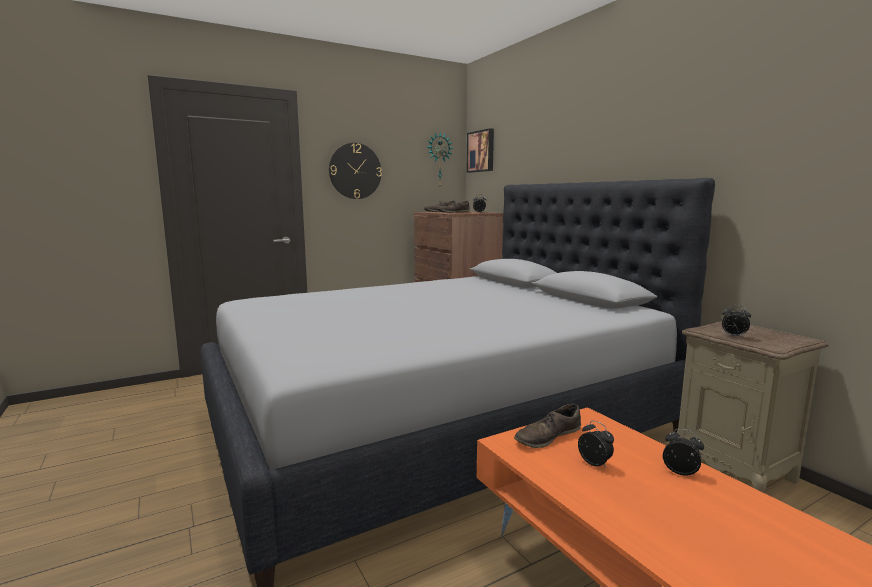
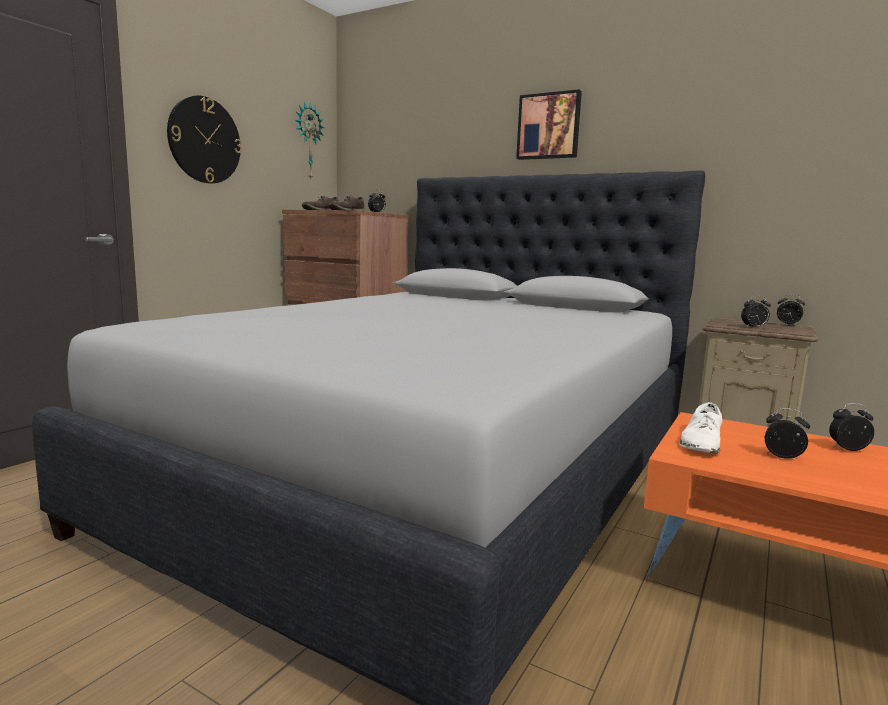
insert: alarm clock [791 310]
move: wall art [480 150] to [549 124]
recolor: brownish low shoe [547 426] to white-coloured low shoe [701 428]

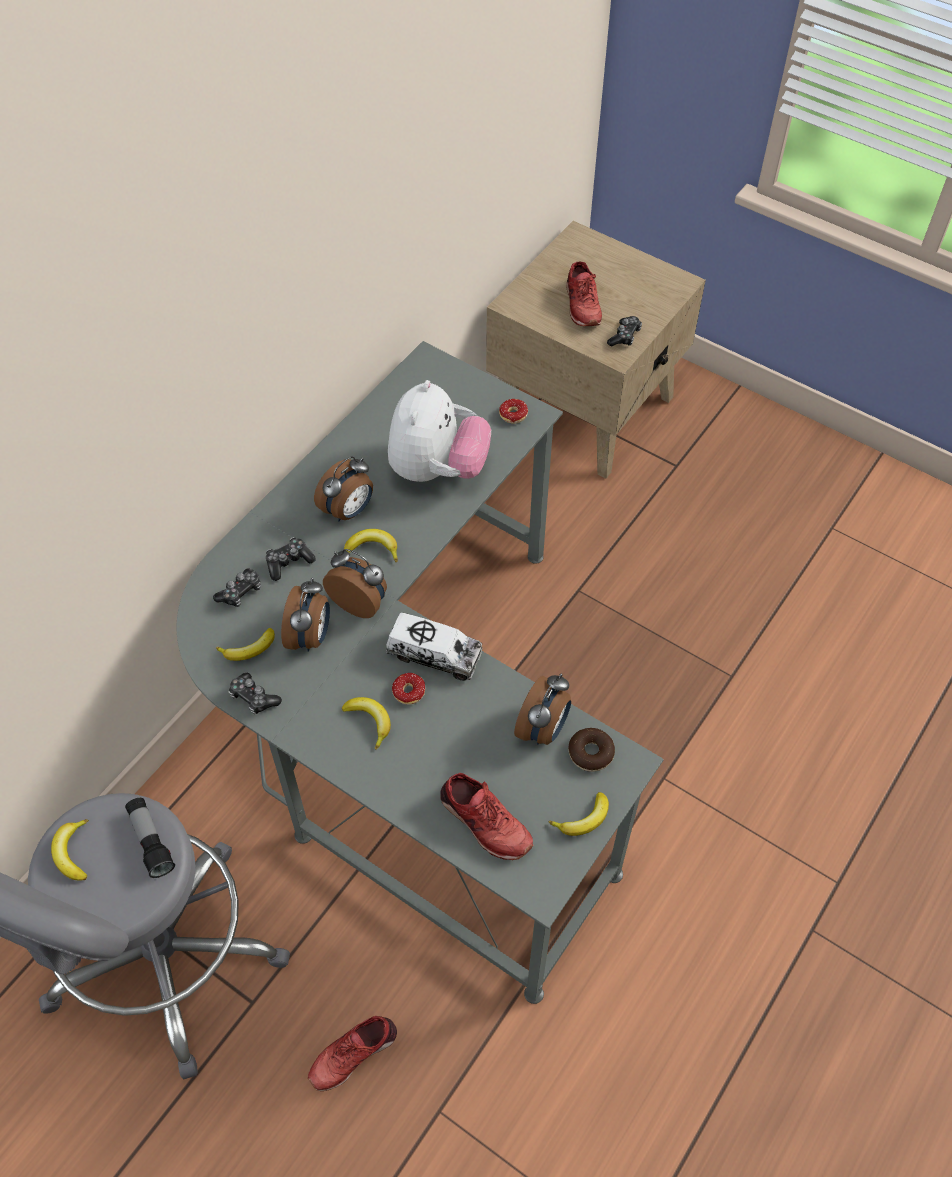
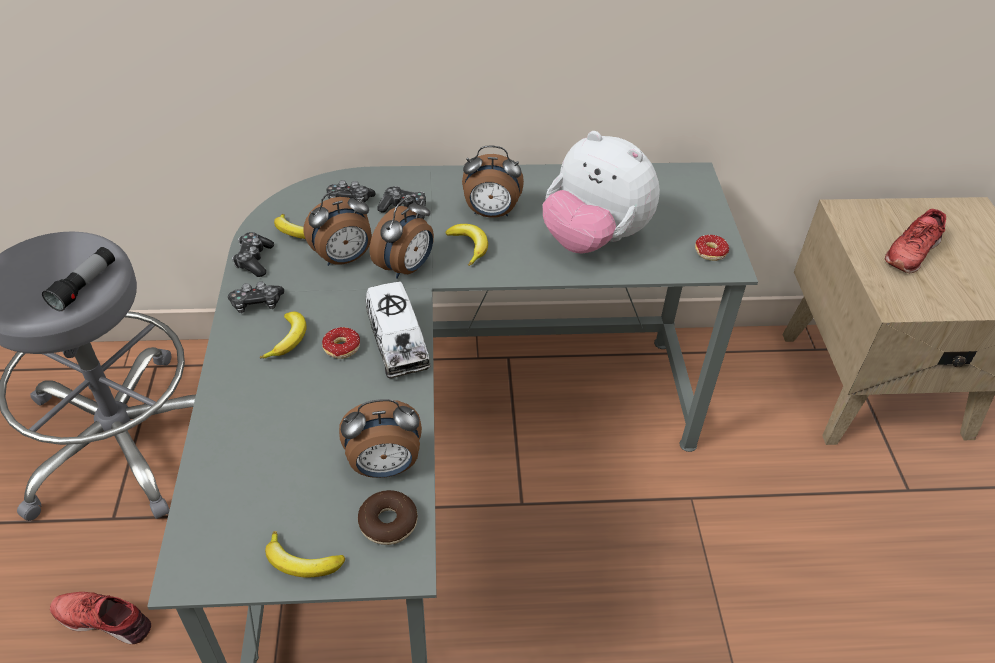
delete: banana [69 849]; red-coloured low shoe [486 816]
move: joypad [624 331] to [256 297]
rotate: alarm clock [355 583] = [402 237] 45 degrees clockwise; cuddly toy [439 431] = [601 192] 60 degrees clockwise

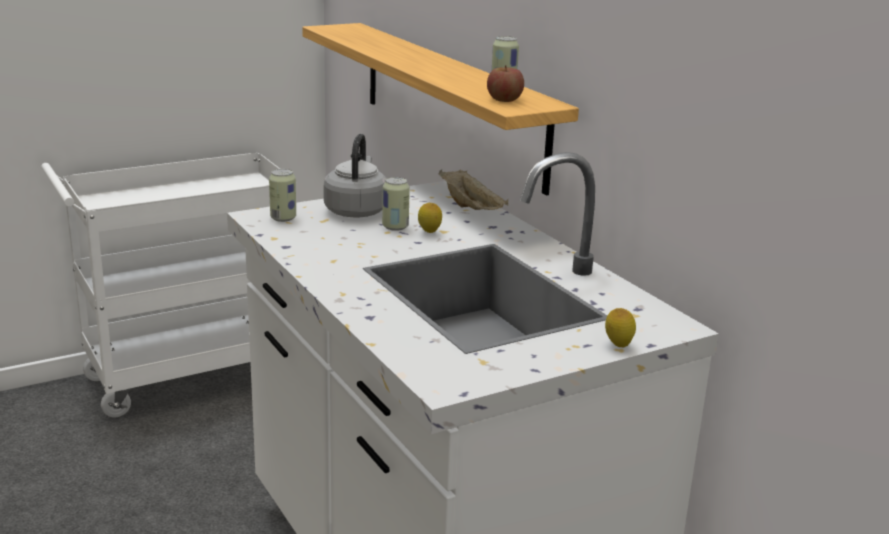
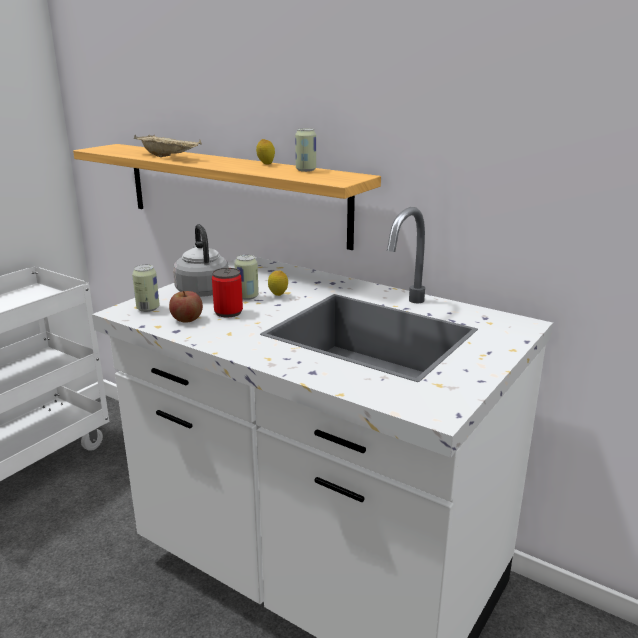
insert: sealed can [227 292]
move: beige-coloured carrying tray [474 189] to [168 146]; whole apple [505 83] to [186 306]; lemon [620 327] to [265 152]

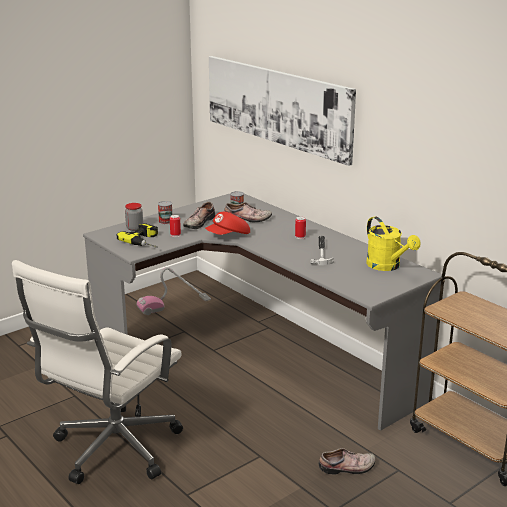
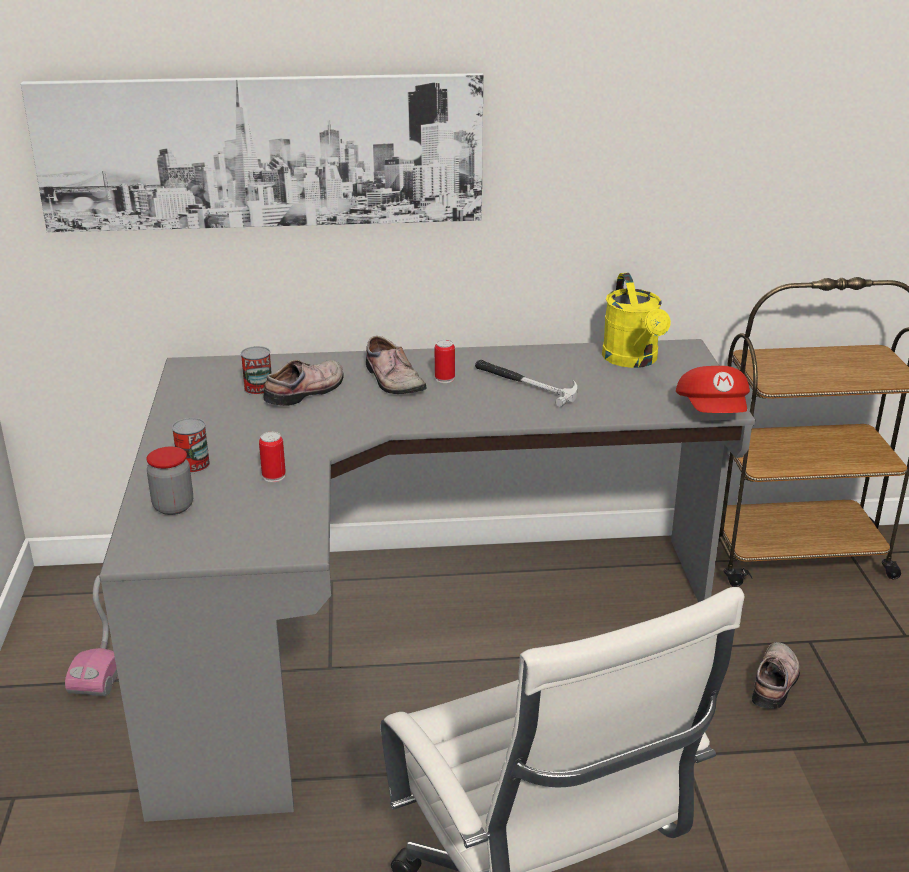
delete: power drill [137 235]
move: low shoe [199 215] to [396 365]; red-coloured peaked cap [227 223] to [713 389]
rotate: yellowish sprinkling can [393 243] = [636 320] 75 degrees clockwise

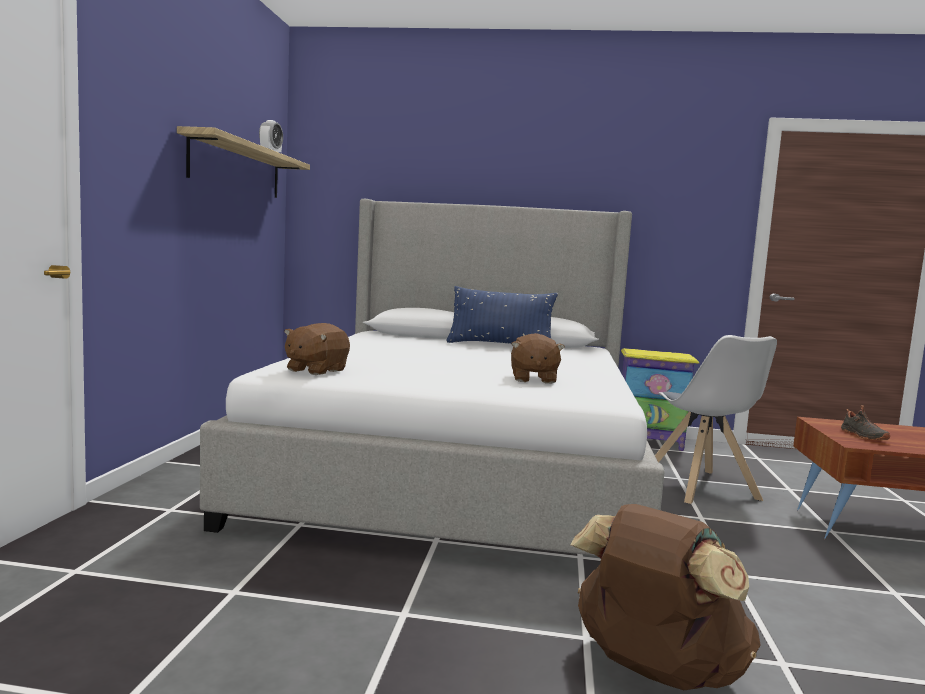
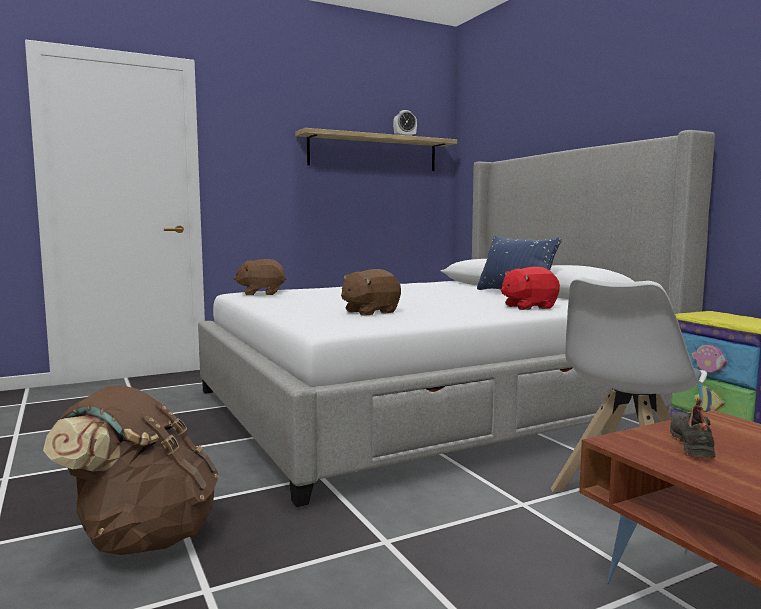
insert: red-coloured cuddly toy [530 288]
rotate: black low shoe [865 422] = [693 428] 150 degrees clockwise

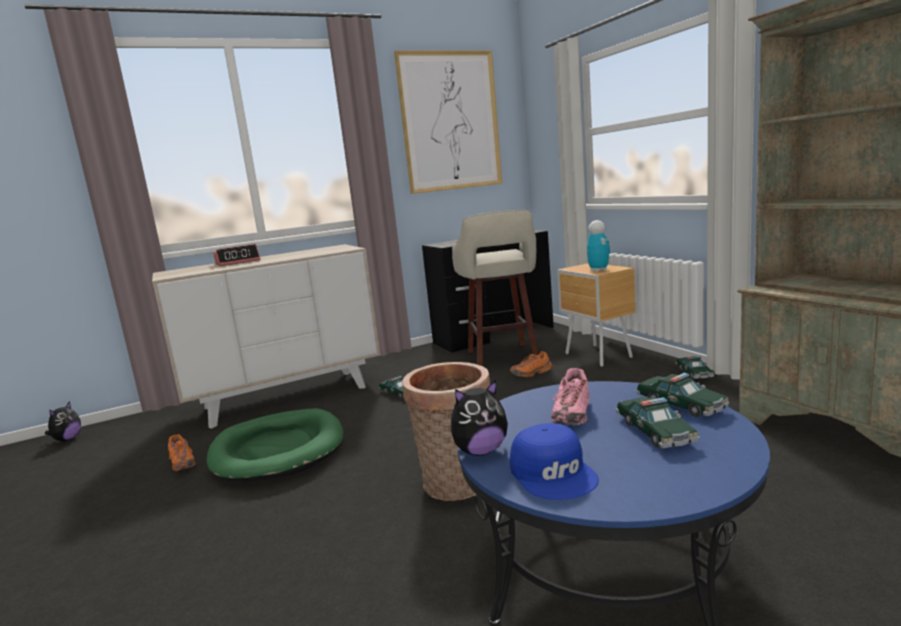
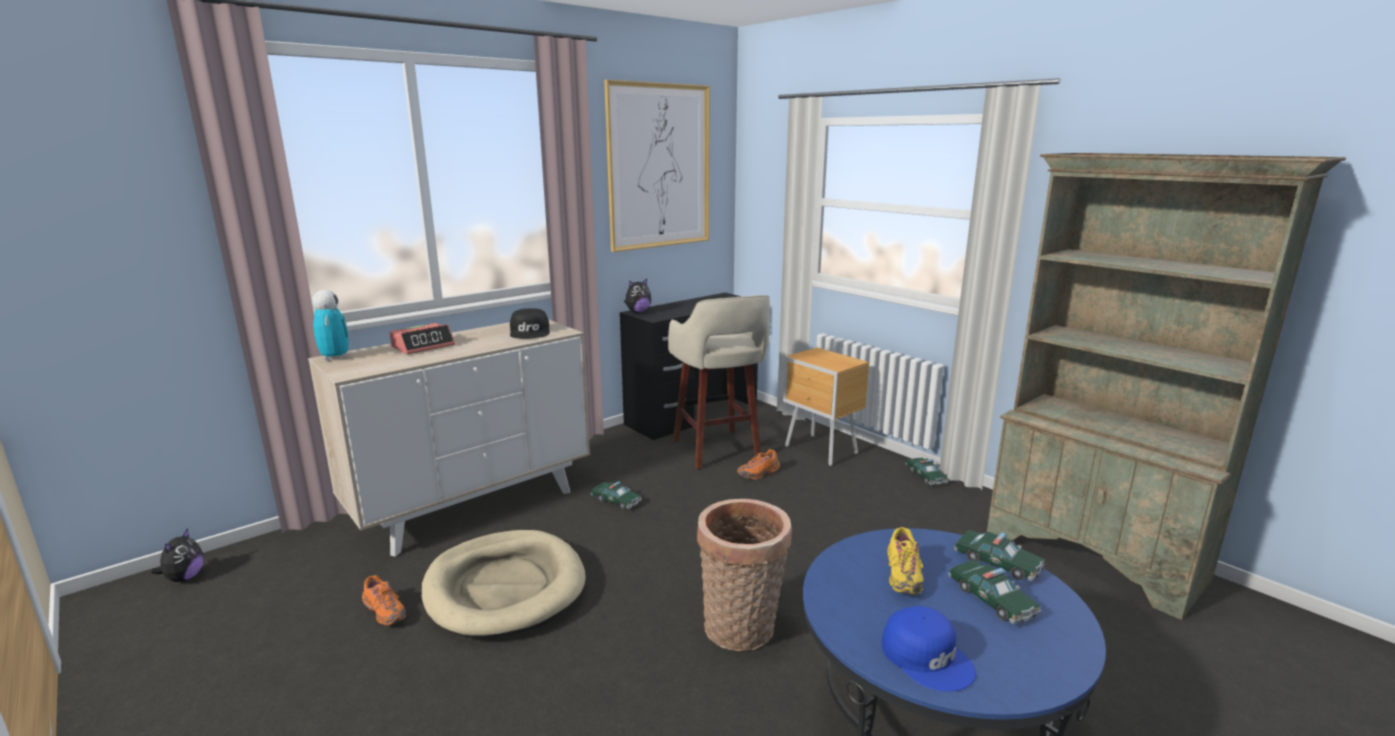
insert: black peaked cap [530 323]
move: cuddly toy [479 418] to [637 296]; model robot [598 246] to [330 325]
recolor: green dog bed [275 445] to beige-coloured dog bed [503 584]; pink low shoe [570 396] to yellowish low shoe [905 561]

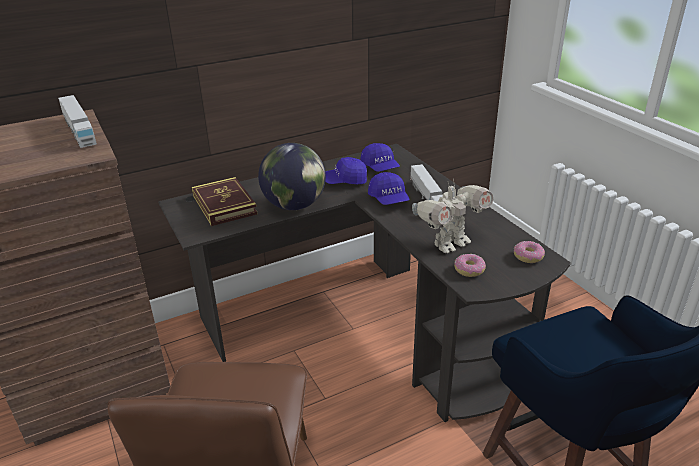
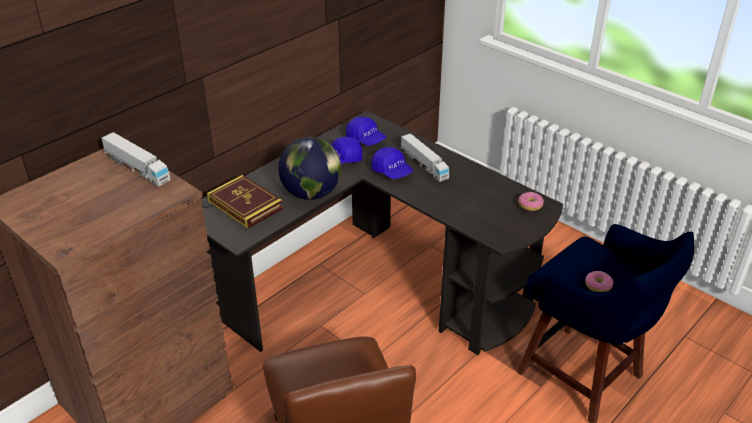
delete: model robot [452 216]
move: ring doughnut [470 265] to [599 281]

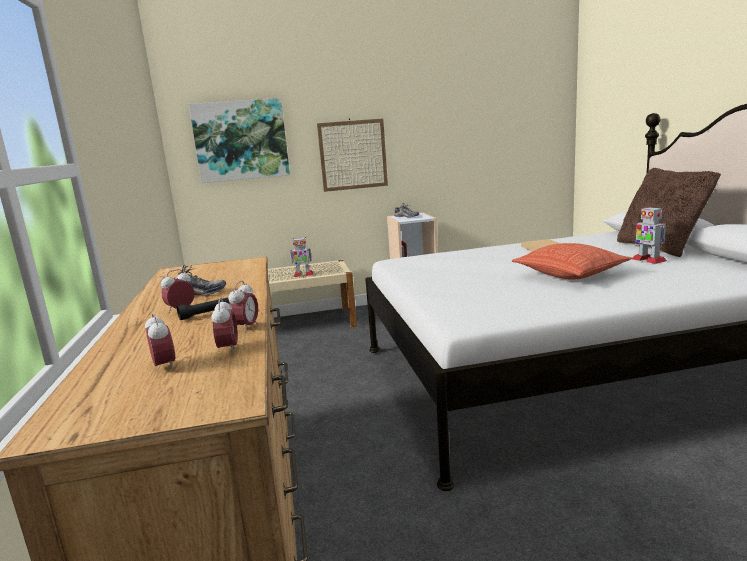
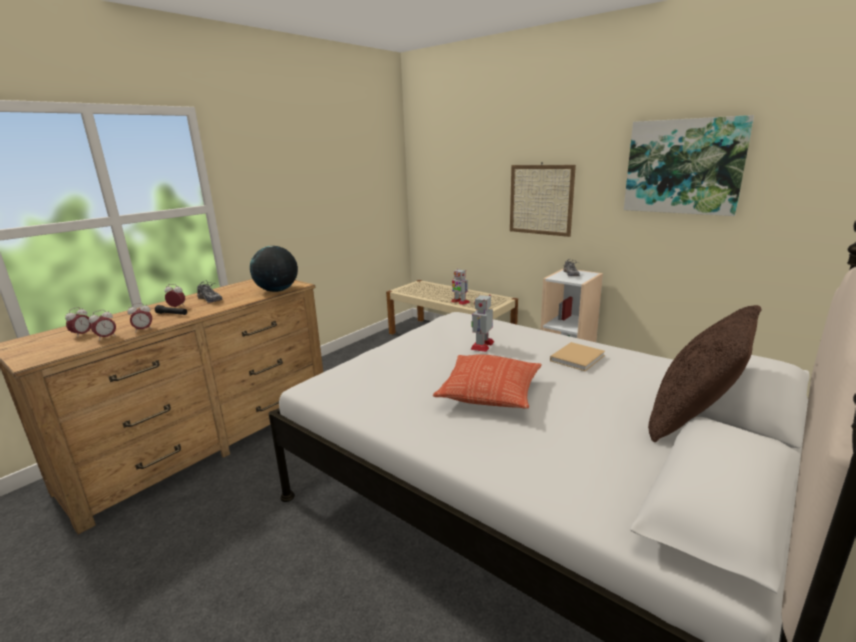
insert: world globe [274 269]
move: wall art [239 140] to [689 165]; model robot [649 235] to [482 323]

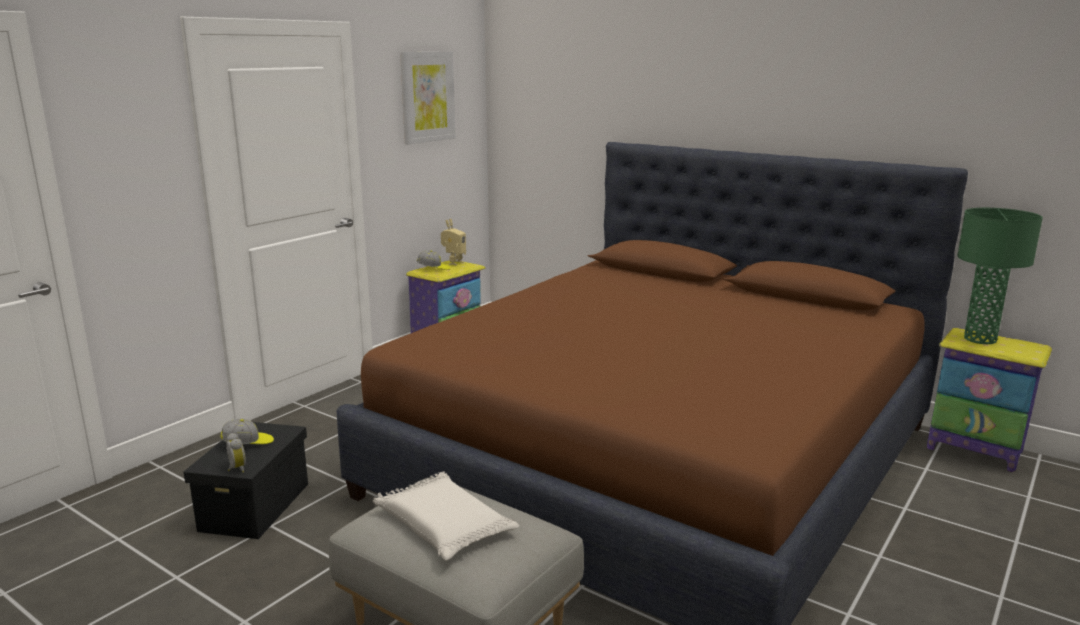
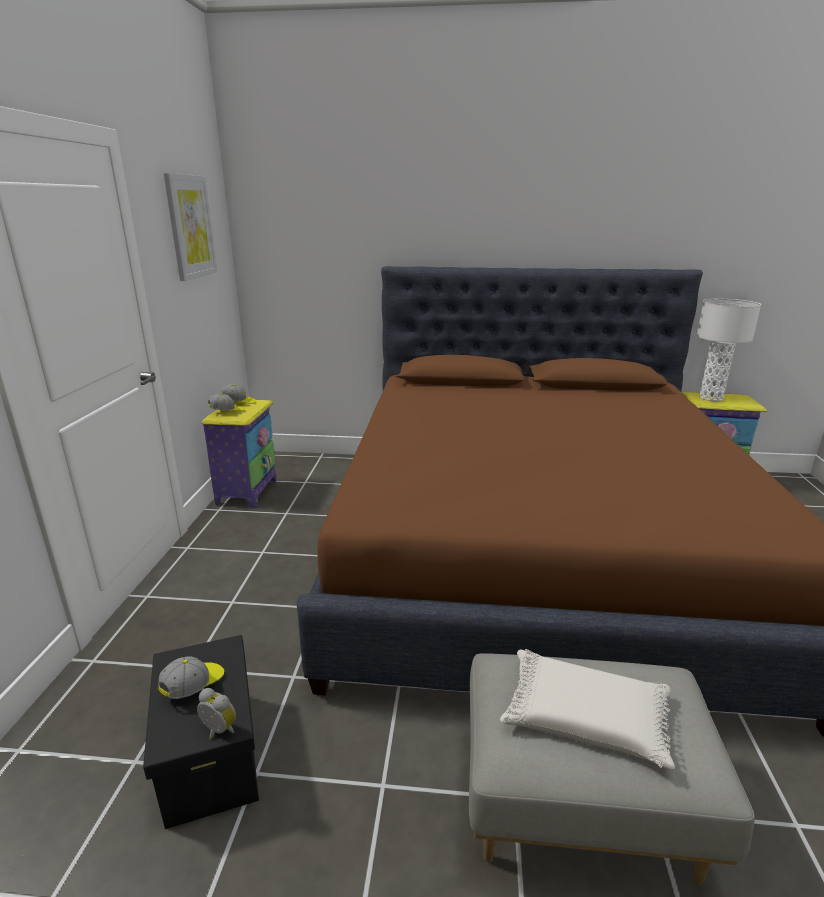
replace: model robot [453 242] to peaked cap [238 394]
recolor: green tabletop lamp [1000 276] to white-coloured tabletop lamp [729 349]

